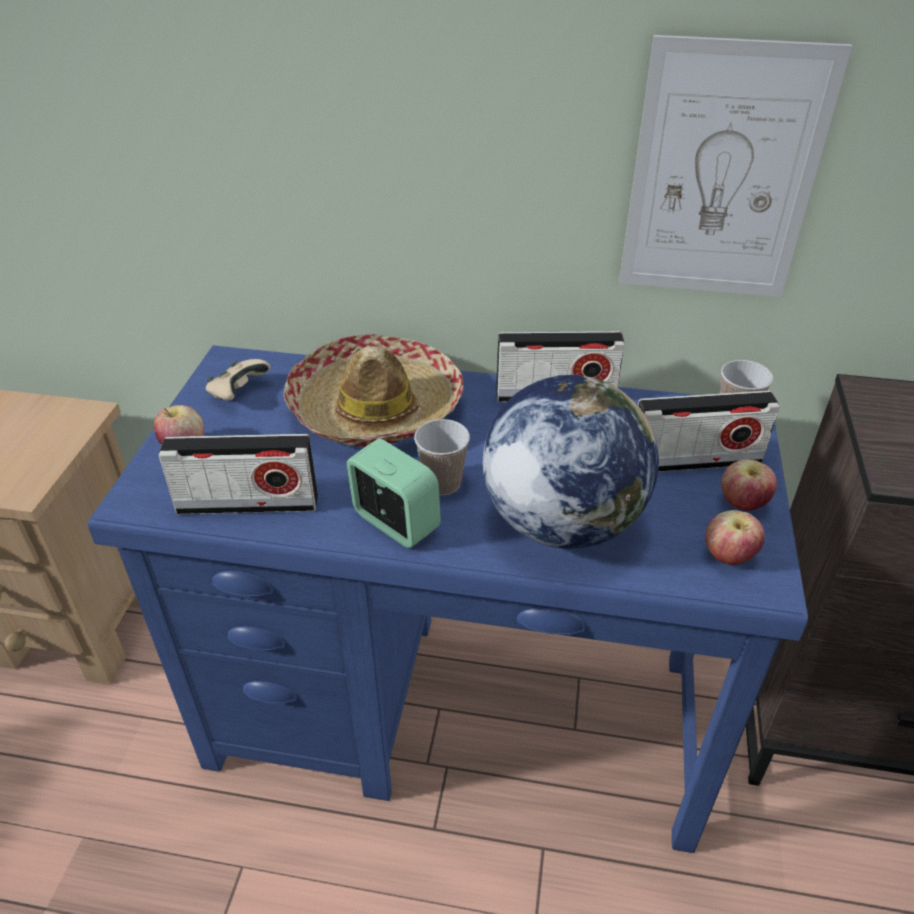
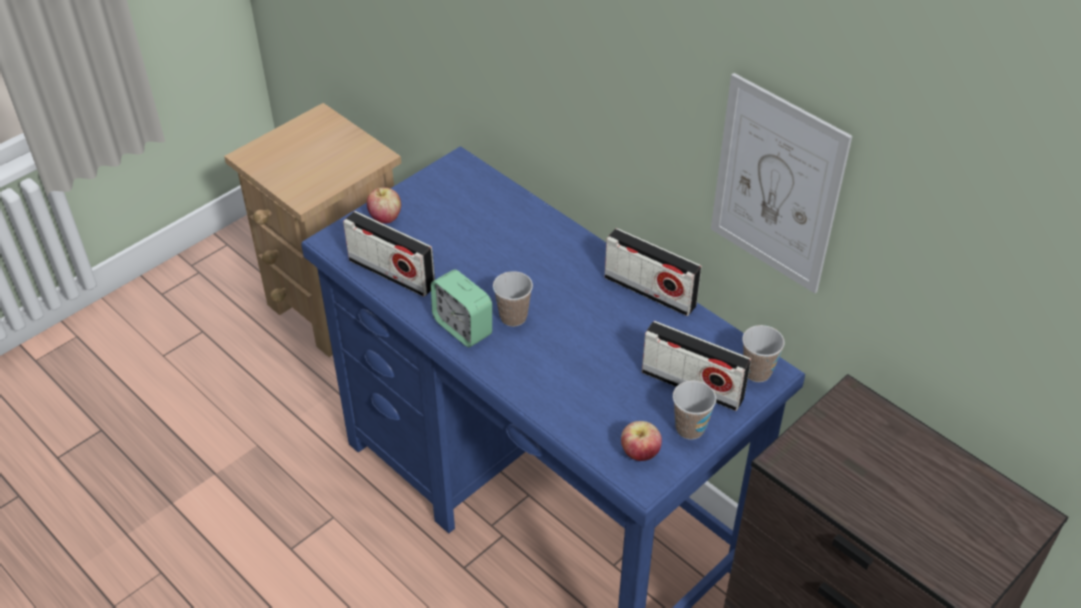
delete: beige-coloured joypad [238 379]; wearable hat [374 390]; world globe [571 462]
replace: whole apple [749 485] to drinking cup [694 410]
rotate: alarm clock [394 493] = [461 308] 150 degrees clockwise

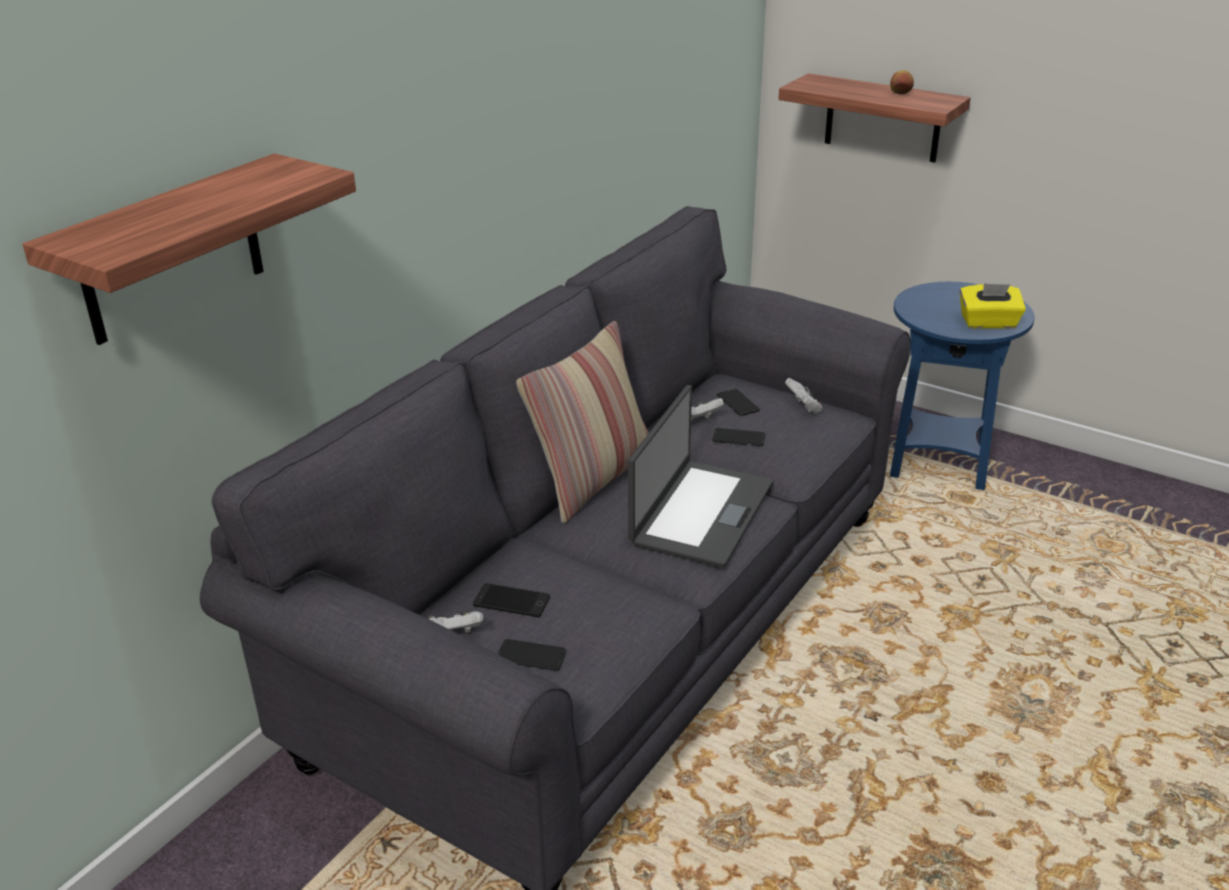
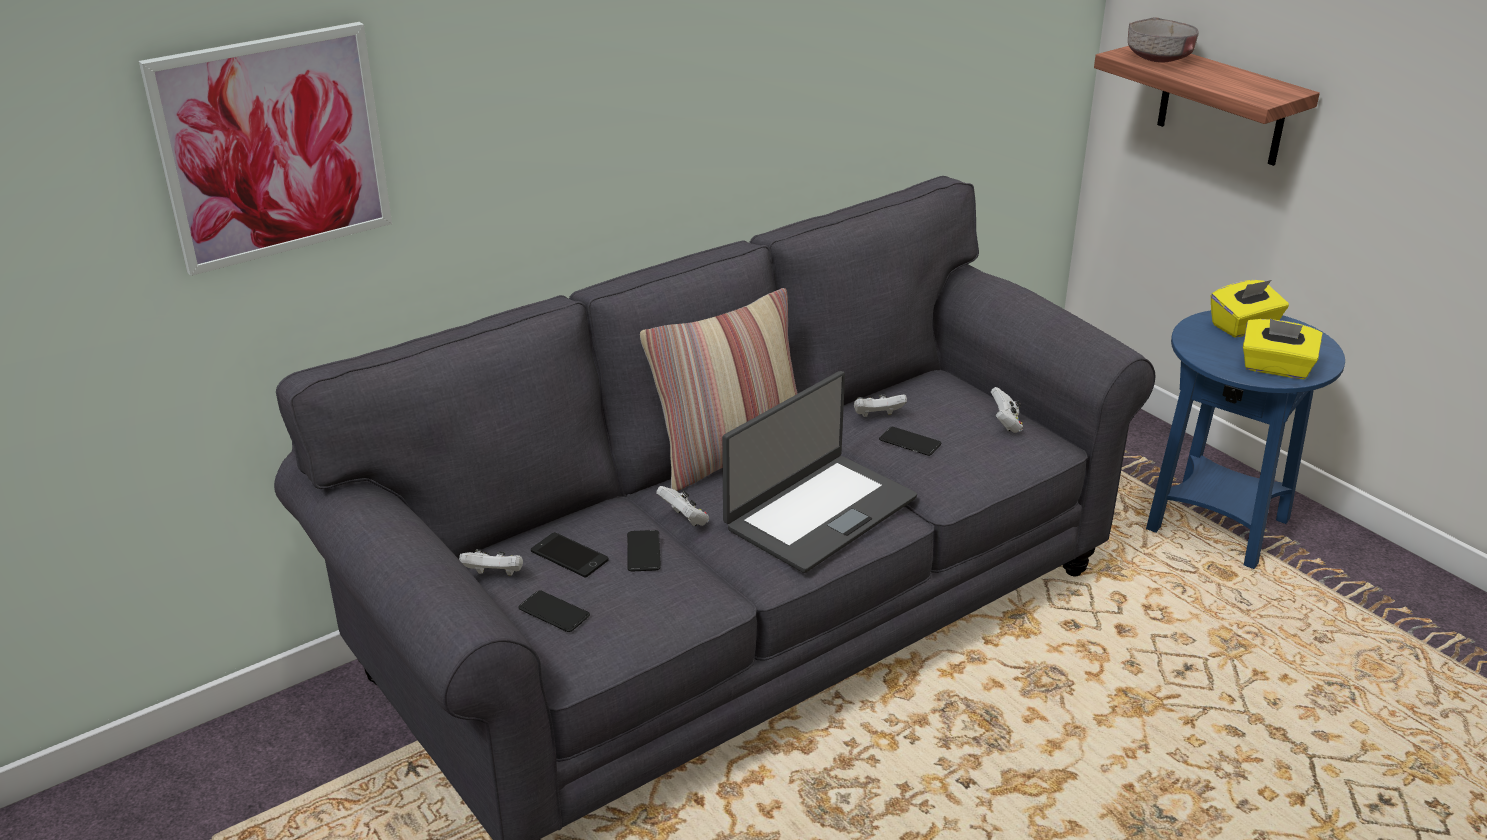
delete: whole apple [902 82]
insert: white-coloured joypad [682 506]; greyish deep dish [1163 39]; yellowish tissue holder [1250 309]
move: handset [738 402] to [644 551]
replace: wall shelf [189 249] to wall art [265 149]

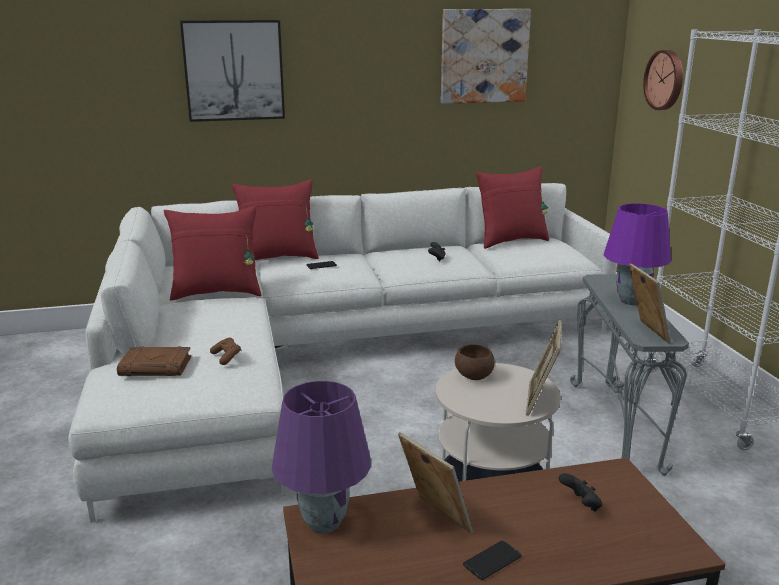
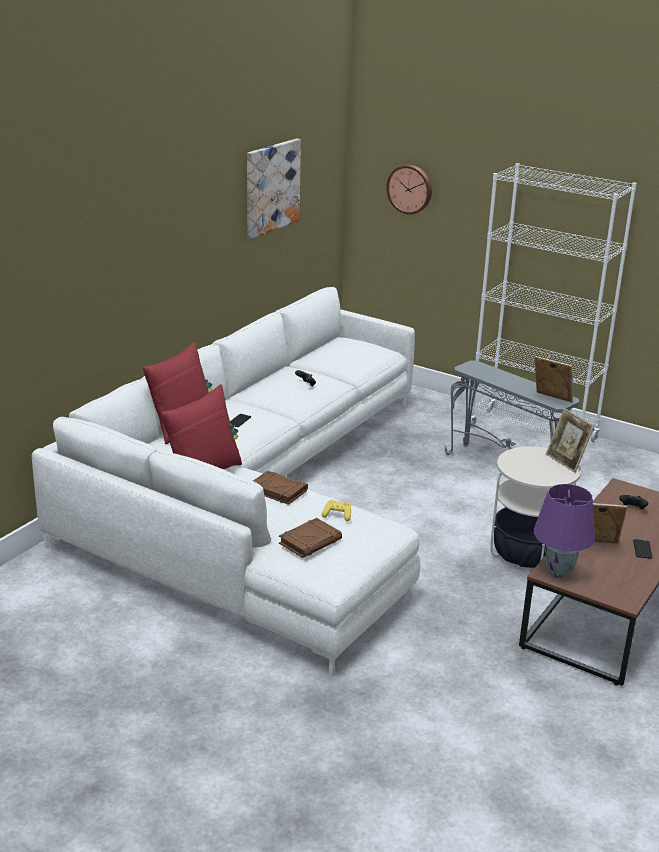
delete: wall art [232 71]; brownish deep dish [475 362]; red-coloured throw pillow [512 207]; purple-coloured tabletop lamp [637 254]
insert: brownish book [280 488]
recolor: brownish joypad [226 351] to yellowish joypad [336 510]

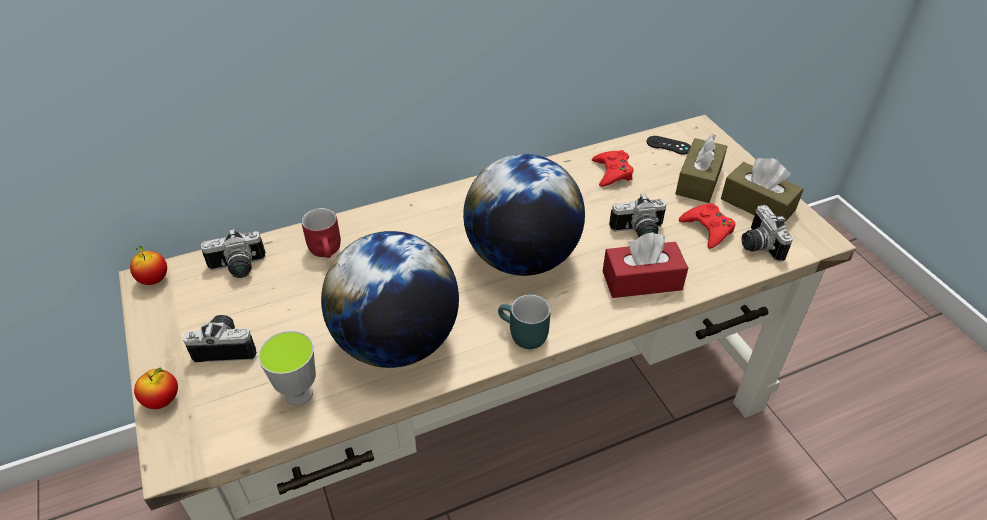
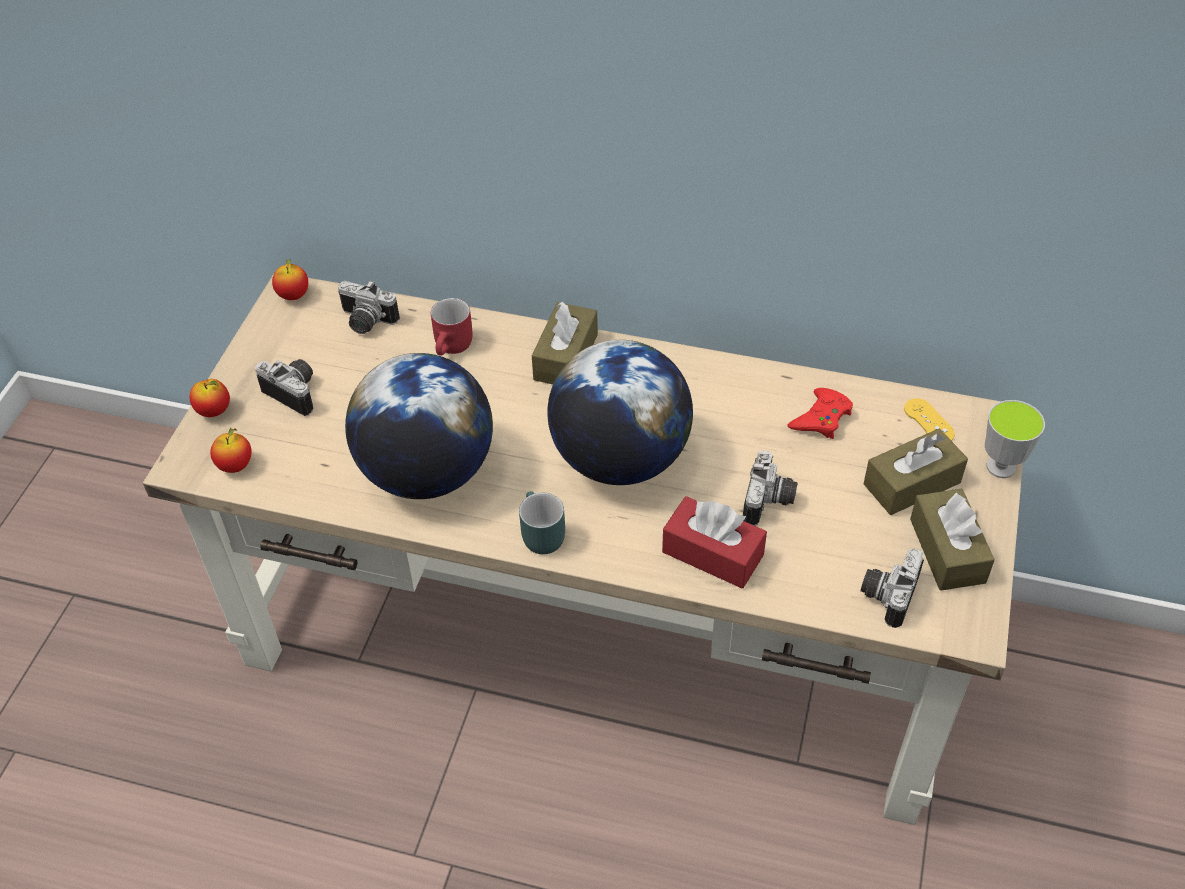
delete: red-coloured joypad [707 226]
insert: whole apple [230 450]; brownish tissue holder [565 343]
move: drinking cup [287 368] to [1015 439]
recolor: black joypad [668 145] to yellowish joypad [929 419]
rotate: still camera [638 215] = [770 488] 105 degrees counterclockwise

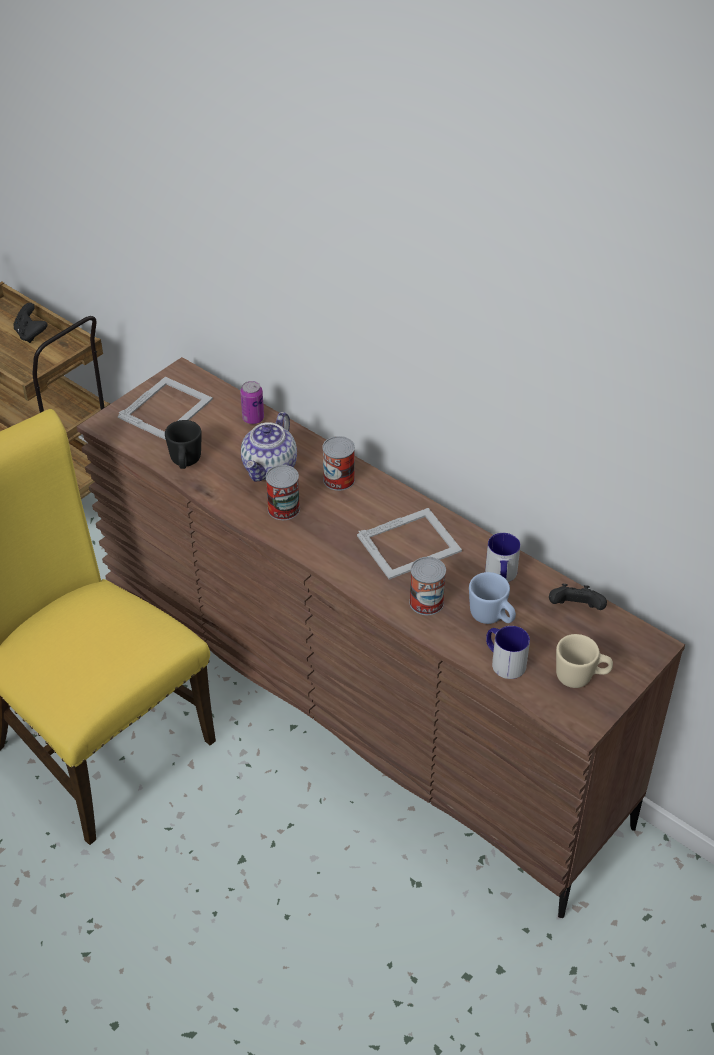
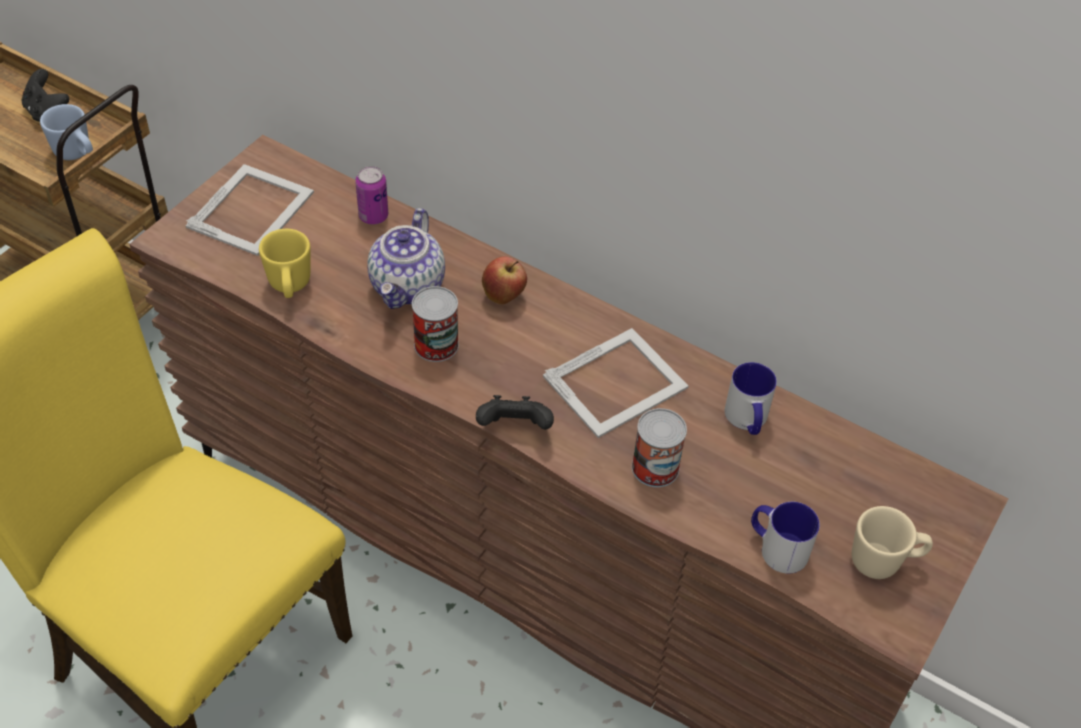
move: blue tea mug [492 598] to [66 132]; black joypad [578 597] to [515 412]
replace: sealed can [338 463] to whole apple [504 280]
recolor: black tea mug [183 444] to yellowish tea mug [285 263]

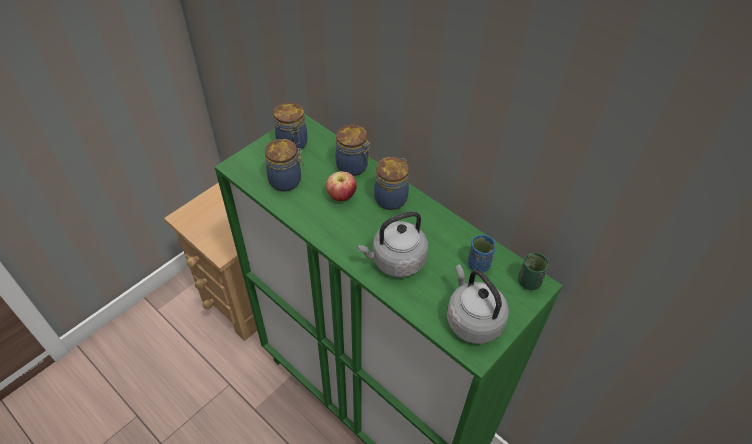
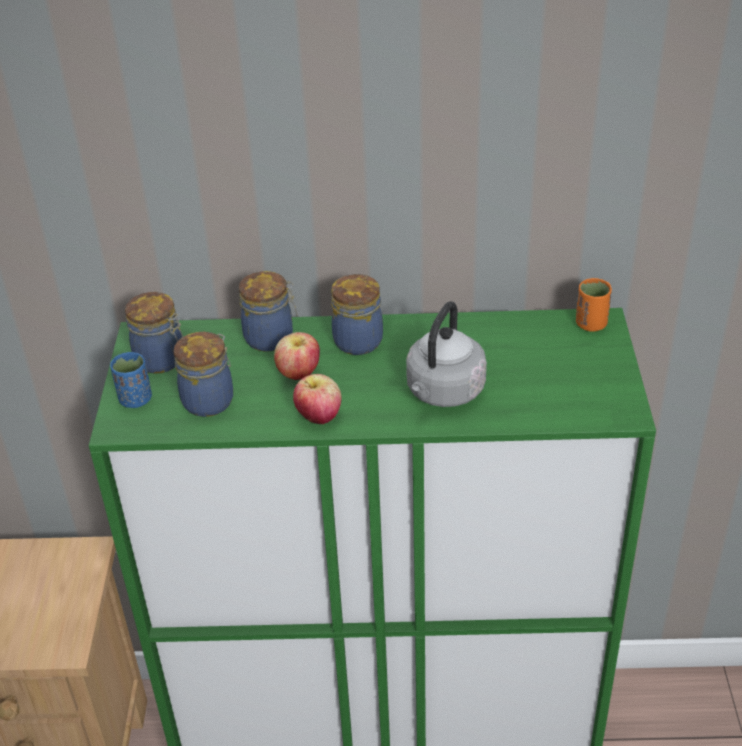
delete: greyish tea kettle [478 304]
insert: whole apple [317 399]
move: blue drinking cup [482 253] to [131 380]
recolor: green drinking cup [533 271] to orange drinking cup [594 305]

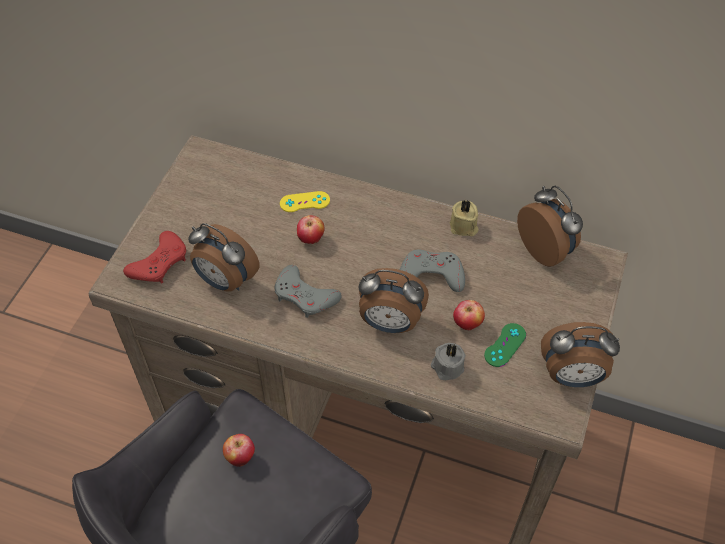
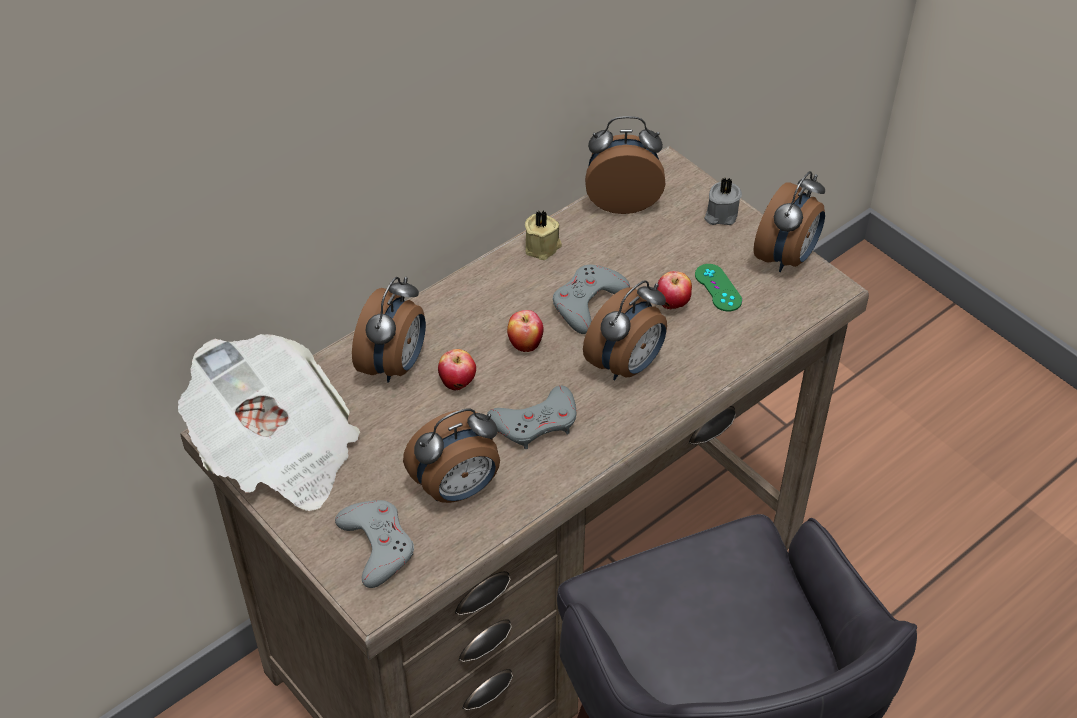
insert: printed paper [269 422]
move: whole apple [239 450] to [525 331]; greyish wax candle [448 361] to [723 201]
replace: yellowish joypad [305 201] to alarm clock [389 330]
recolor: red-coloured joypad [154 257] to greyish joypad [374 544]

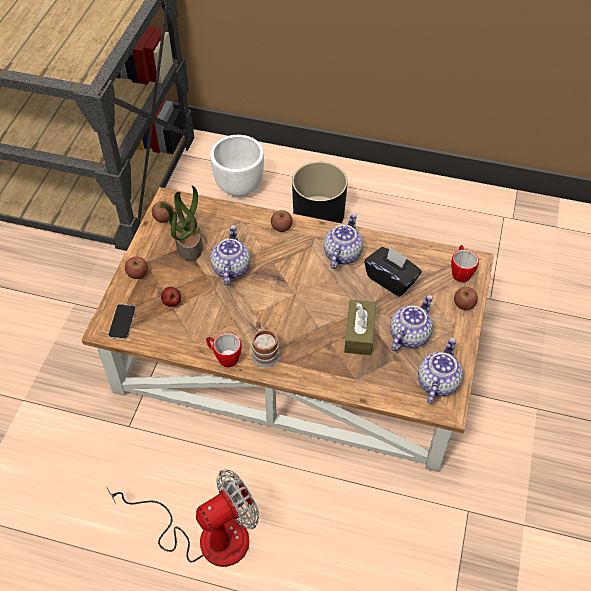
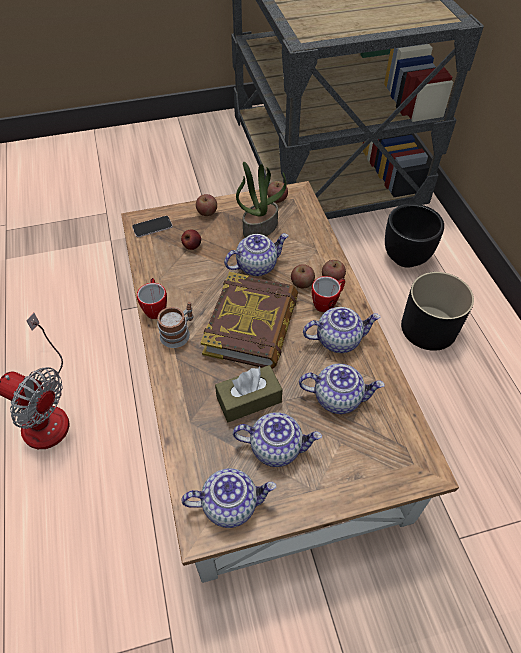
insert: book [249 320]
move: tea mug [465 263] to [328 294]; whole apple [466 298] to [303 276]
replace: black tissue holder [393 272] to tea pot [342 389]
recolor: white-coloured planter [237 166] to black planter [414 236]

